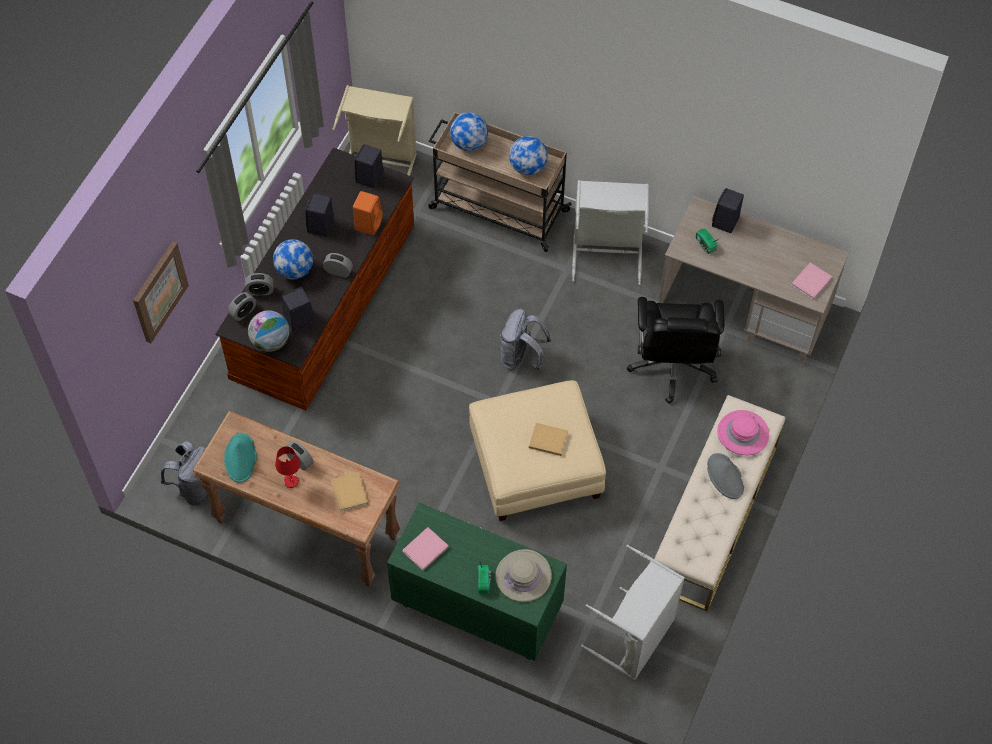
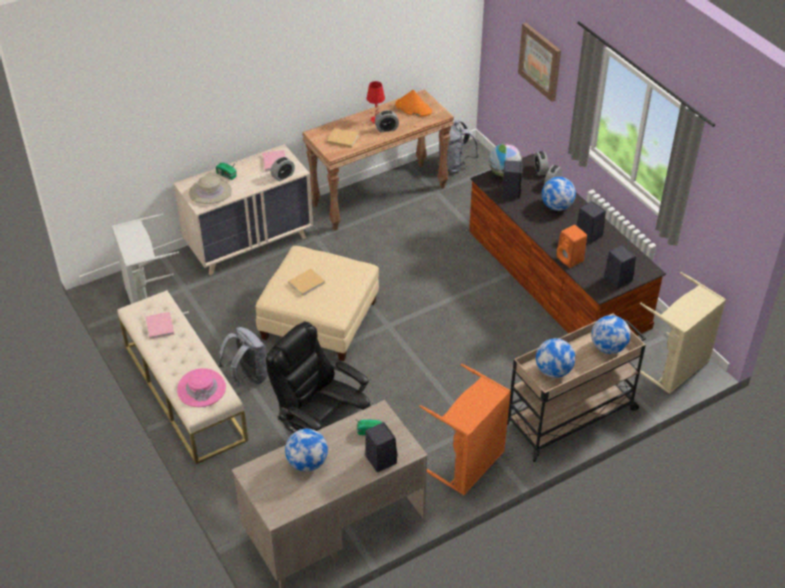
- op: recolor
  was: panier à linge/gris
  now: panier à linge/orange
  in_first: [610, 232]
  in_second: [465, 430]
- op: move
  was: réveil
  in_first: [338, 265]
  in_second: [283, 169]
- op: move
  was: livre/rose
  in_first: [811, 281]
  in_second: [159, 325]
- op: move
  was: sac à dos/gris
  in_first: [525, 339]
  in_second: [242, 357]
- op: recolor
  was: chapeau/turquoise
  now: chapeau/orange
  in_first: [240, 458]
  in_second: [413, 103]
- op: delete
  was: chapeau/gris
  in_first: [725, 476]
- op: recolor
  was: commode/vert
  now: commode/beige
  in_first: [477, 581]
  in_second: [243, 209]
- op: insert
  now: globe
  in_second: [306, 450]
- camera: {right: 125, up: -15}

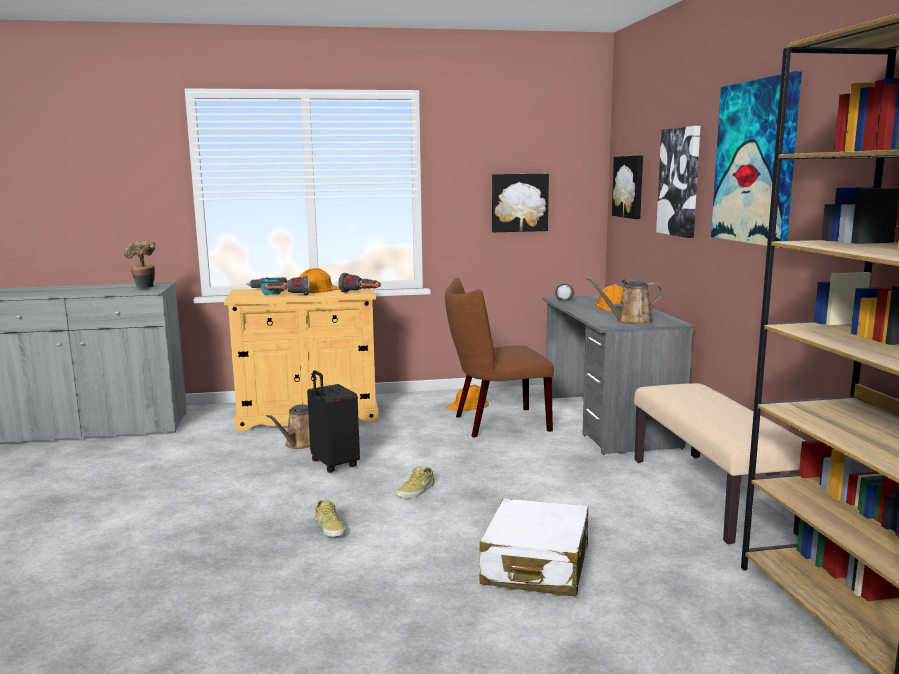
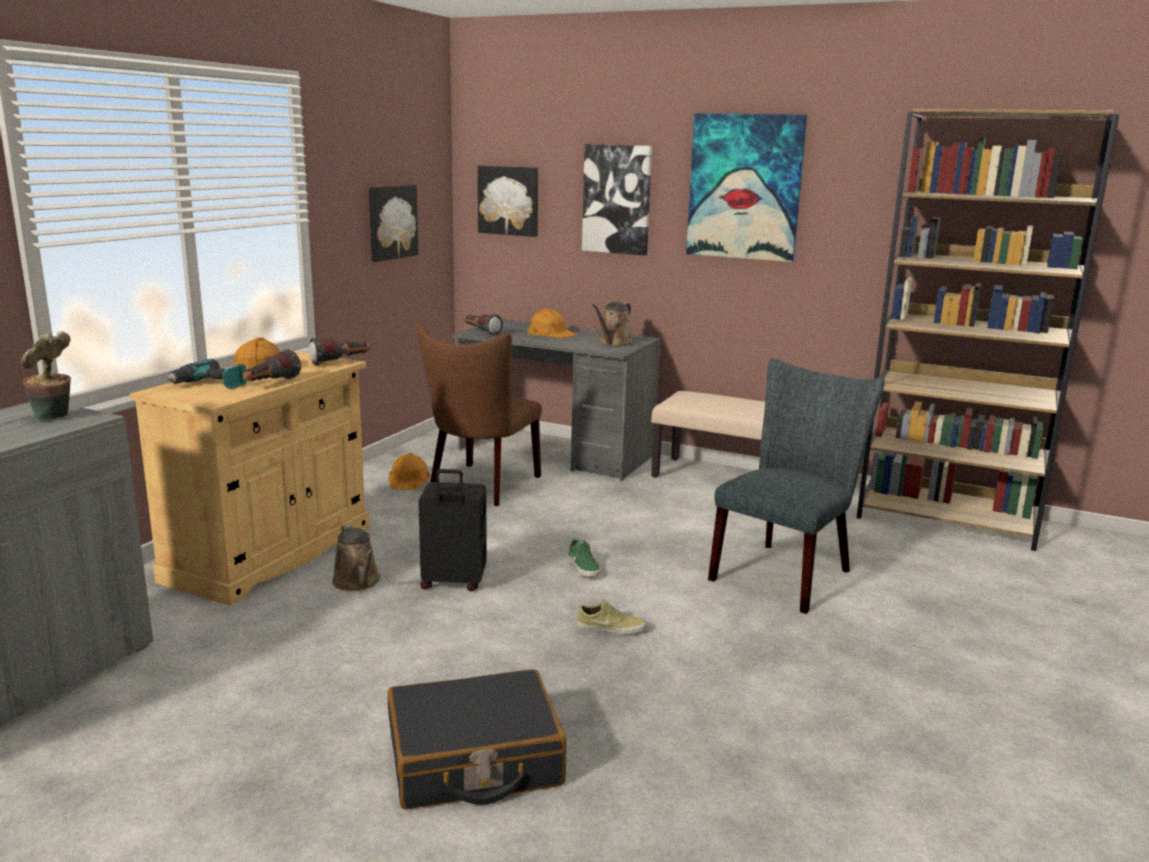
- op: recolor
  was: chaussure/beige
  now: chaussure/vert
  in_first: [415, 482]
  in_second: [584, 558]
- op: replace
  was: valise/blanc
  now: chaise/gris
  in_first: [533, 547]
  in_second: [796, 486]
- op: insert
  now: valise/noir
  in_second: [476, 739]
- camera: {right: -55, up: 5}

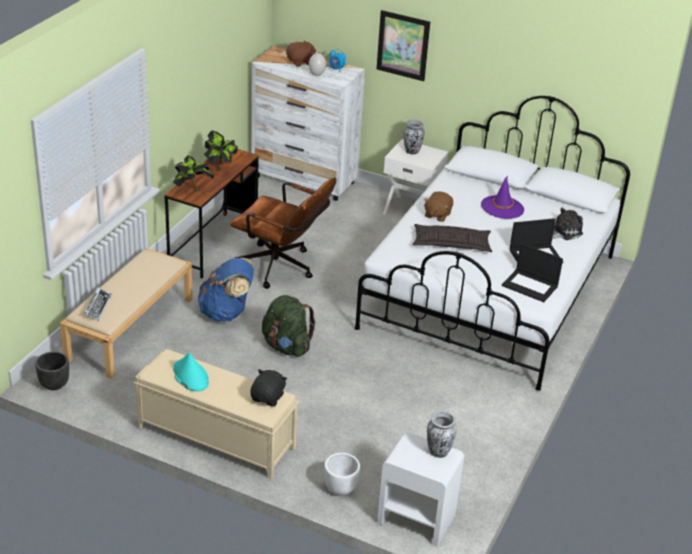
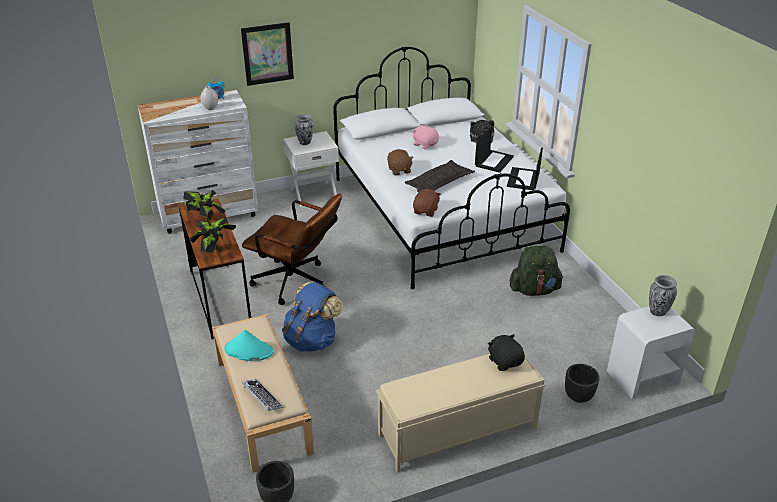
- op: move
  was: peluche/marron
  in_first: [301, 53]
  in_second: [427, 203]
- op: replace
  was: chapeau/violet
  now: peluche/rose
  in_first: [502, 197]
  in_second: [426, 137]
- op: rotate
  was: chaise de bureau/marron
  in_first: [283, 233]
  in_second: [292, 249]
  clockwise: 45
- op: rotate
  was: ordinateur portable
  in_first: [532, 272]
  in_second: [525, 168]
  clockwise: 120
- op: move
  was: sac à dos/vert
  in_first: [289, 326]
  in_second: [536, 271]
- op: move
  was: chapeau/turquoise
  in_first: [191, 372]
  in_second: [248, 345]
- op: recolor
  was: cache-pot/blanc
  now: cache-pot/noir
  in_first: [342, 474]
  in_second: [582, 383]
- camera: {right: -45, up: 0}

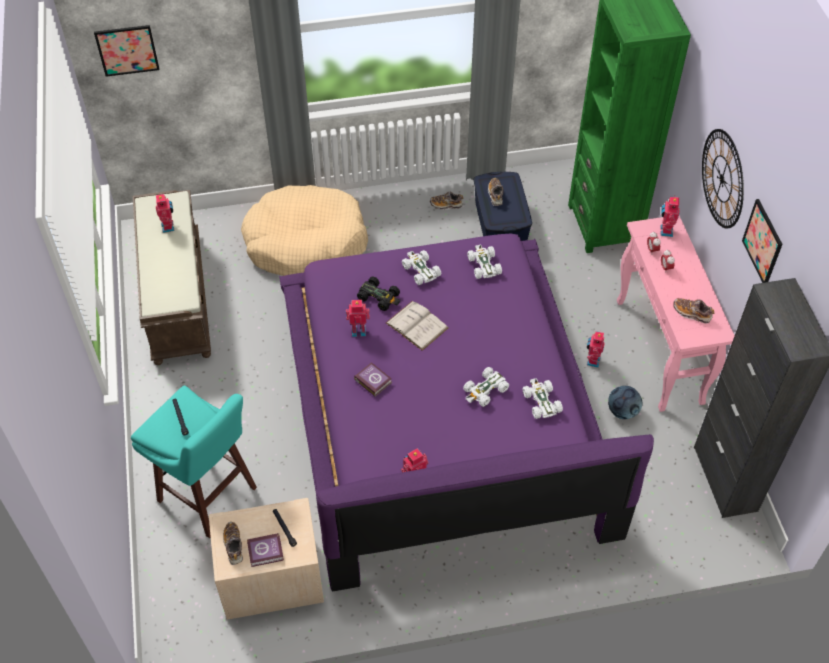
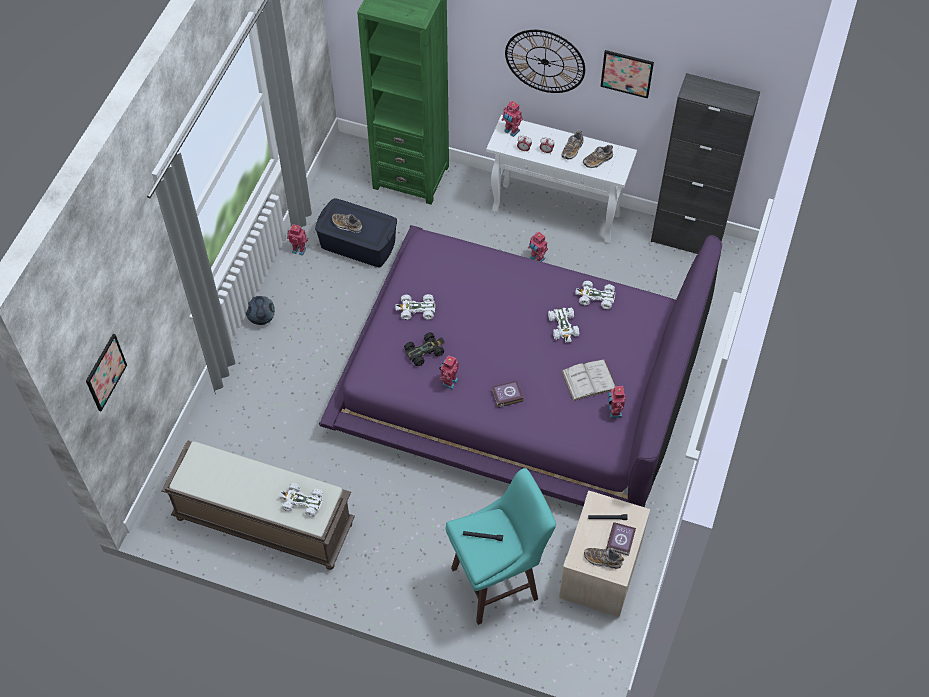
- op: delete
  was: panier pour chien/beige
  in_first: [304, 230]
- op: move
  was: chaussure
  in_first: [447, 200]
  in_second: [572, 145]
- op: move
  was: robot jouet
  in_first: [165, 213]
  in_second: [297, 240]
- op: recolor
  was: table console/rose
  now: table console/blanc
  in_first: [676, 313]
  in_second: [561, 179]
- op: move
  was: petite voiture/blanc
  in_first: [484, 262]
  in_second: [301, 500]
- op: move
  was: livre/blanc
  in_first: [417, 326]
  in_second: [588, 380]
- op: move
  was: ballon de foot
  in_first: [625, 402]
  in_second: [260, 310]
- camera: {right: -60, up: 5}

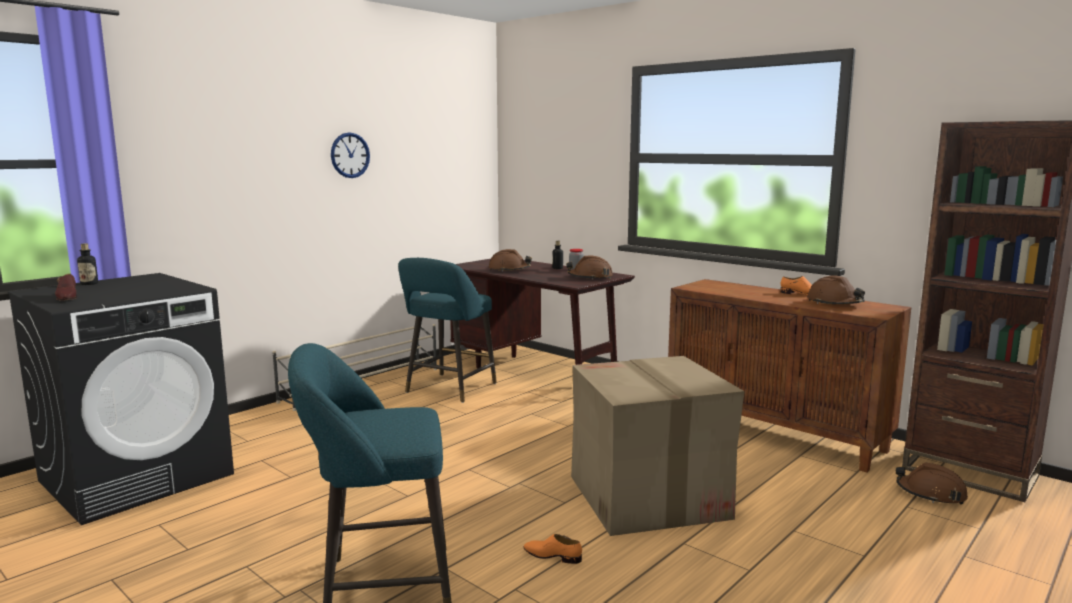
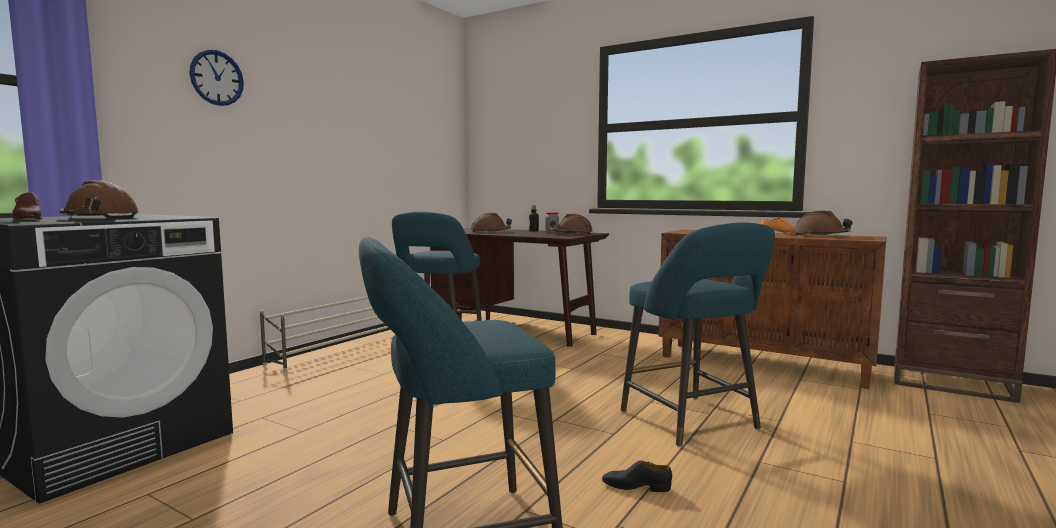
- op: move
  was: horloge murale
  in_first: [350, 155]
  in_second: [216, 78]
- op: delete
  was: bouteille
  in_first: [87, 264]
- op: replace
  was: carton
  now: tabouret/turquoise
  in_first: [657, 446]
  in_second: [698, 335]
- op: move
  was: casque de chantier/marron
  in_first: [932, 483]
  in_second: [99, 199]
- op: recolor
  was: chaussure/orange
  now: chaussure/noir
  in_first: [553, 549]
  in_second: [637, 476]
- camera: {right: -10, up: -5}

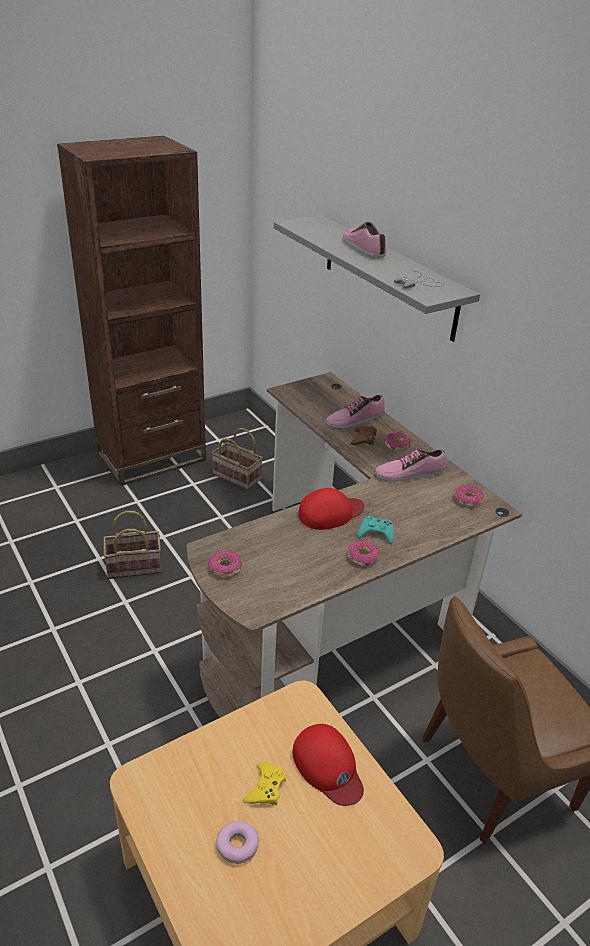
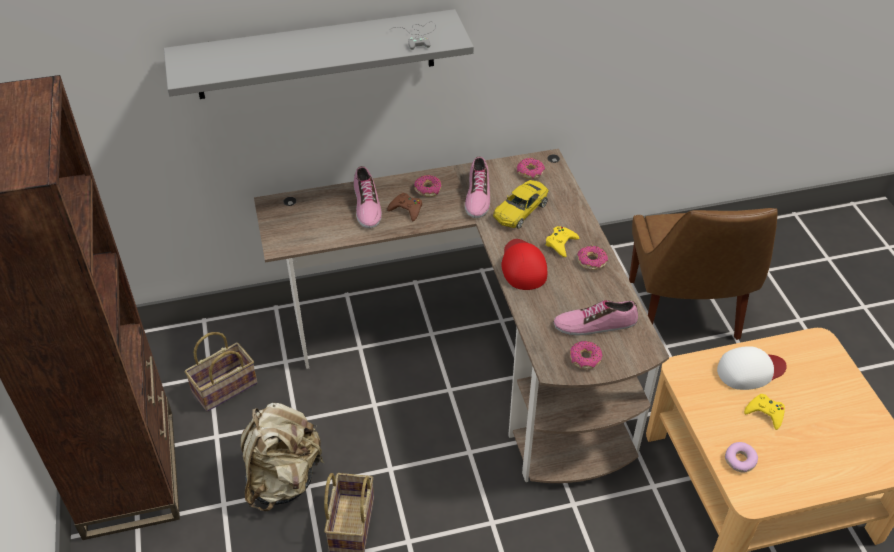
- op: move
  was: chaussure
  in_first: [365, 240]
  in_second: [595, 318]
- op: recolor
  was: manette/turquoise
  now: manette/jaune
  in_first: [375, 530]
  in_second: [562, 241]
- op: recolor
  was: casquette/rouge
  now: casquette/blanc
  in_first: [328, 765]
  in_second: [752, 368]
- op: move
  was: beignet
  in_first: [237, 842]
  in_second: [741, 457]
- op: insert
  now: petite voiture/jaune
  in_second: [521, 204]
- op: insert
  now: sac à dos/beige
  in_second: [283, 457]
- camera: {right: -70, up: 10}

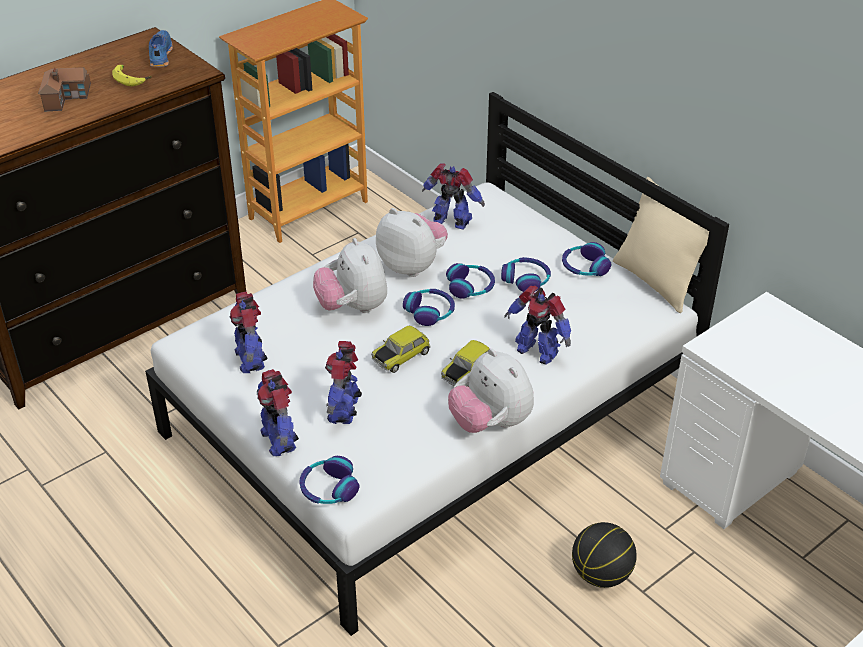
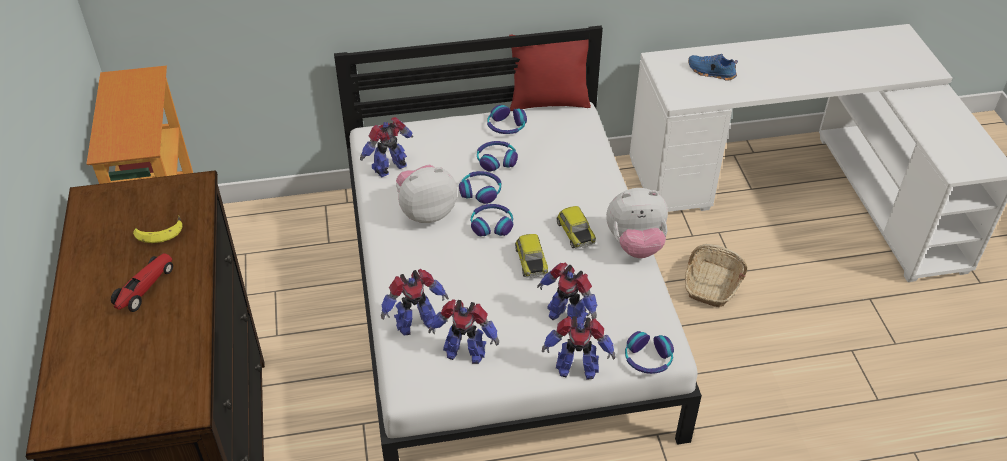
- op: move
  was: chaussure/bleu
  in_first: [161, 48]
  in_second: [713, 67]
- op: replace
  was: maison miniature
  now: petite voiture
  in_first: [64, 89]
  in_second: [142, 282]
- op: recolor
  was: coussin/beige
  now: coussin/rouge
  in_first: [661, 245]
  in_second: [550, 73]
- op: delete
  was: peluche
  in_first: [350, 275]
- op: move
  was: robot jouet
  in_first: [537, 325]
  in_second: [415, 302]
- op: replace
  was: ballon de basket
  now: panier
  in_first: [604, 555]
  in_second: [716, 275]
- camera: {right: -60, up: 5}

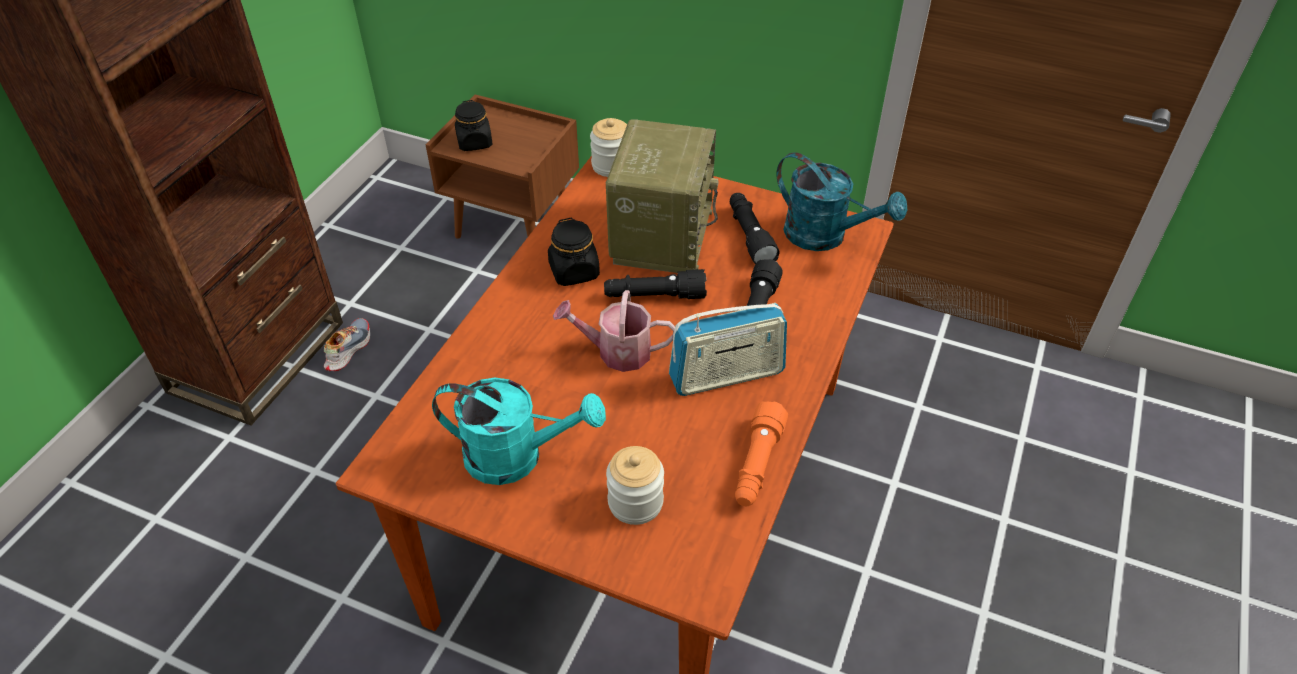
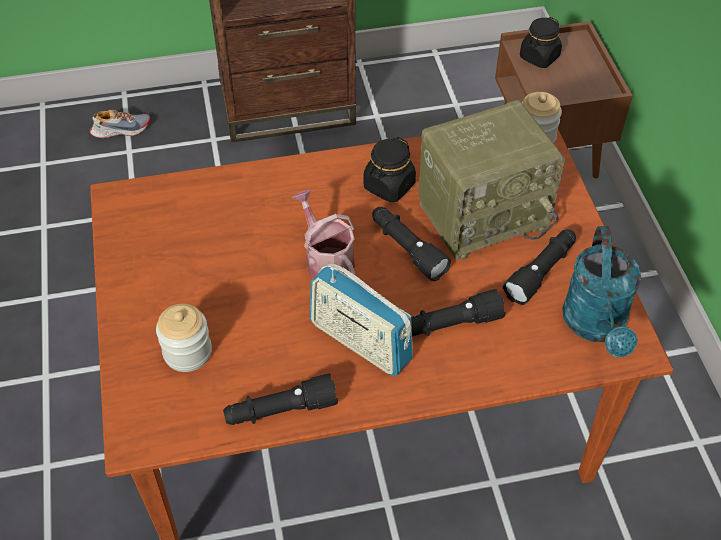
- op: move
  was: chaussure
  in_first: [347, 344]
  in_second: [120, 124]
- op: delete
  was: arrosoir/turquoise
  in_first: [519, 431]
- op: recolor
  was: lampe de poche/orange
  now: lampe de poche/noir
  in_first: [761, 453]
  in_second: [280, 399]
- camera: {right: 55, up: 5}

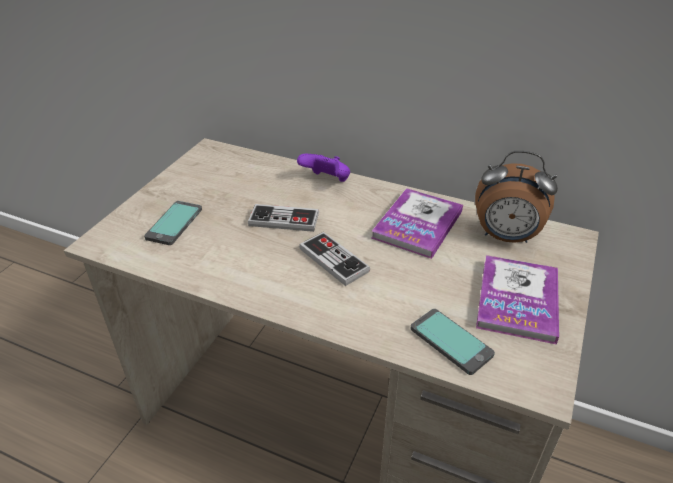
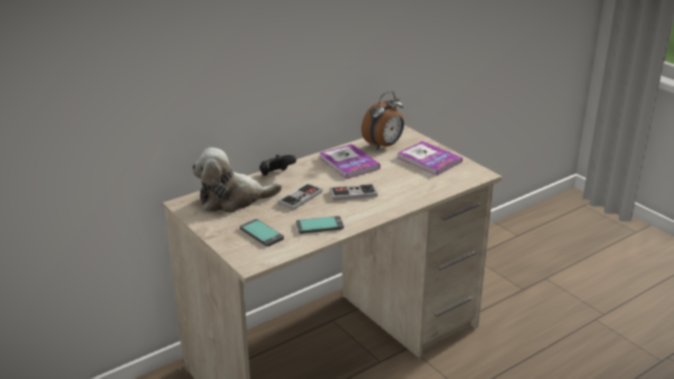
- op: recolor
  was: manette/violet
  now: manette/noir
  in_first: [323, 168]
  in_second: [278, 165]
- op: move
  was: téléphone
  in_first: [453, 342]
  in_second: [320, 225]
- op: insert
  now: peluche
  in_second: [237, 180]
- camera: {right: -60, up: -10}

